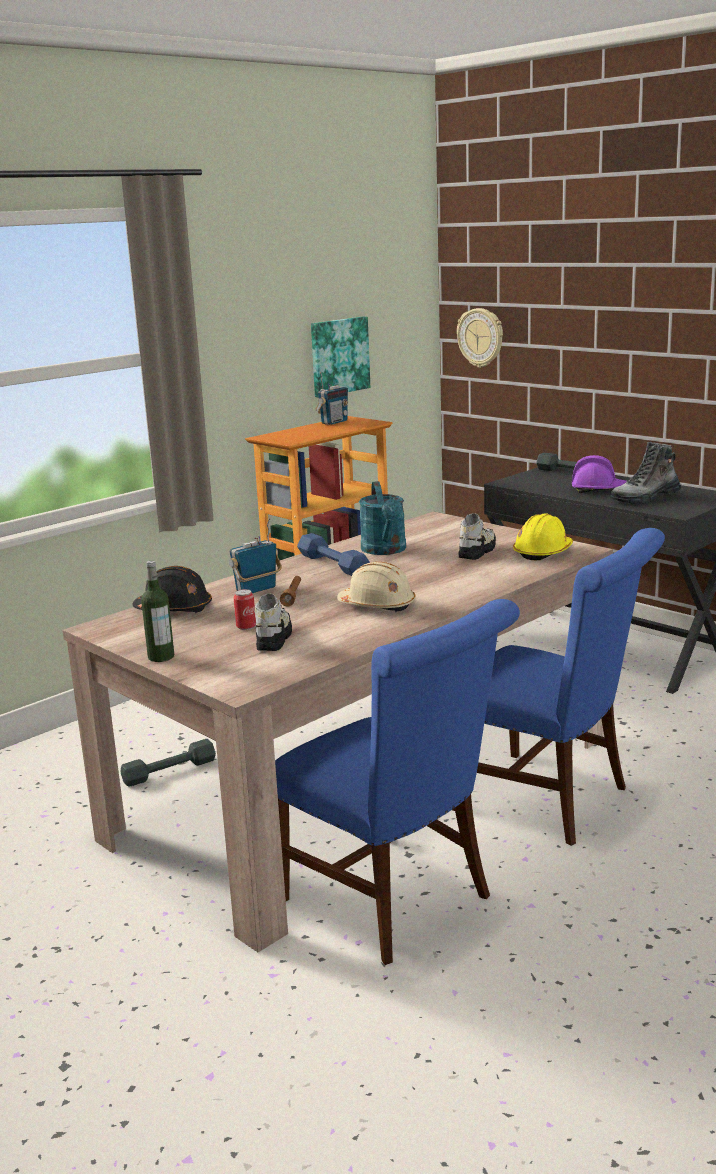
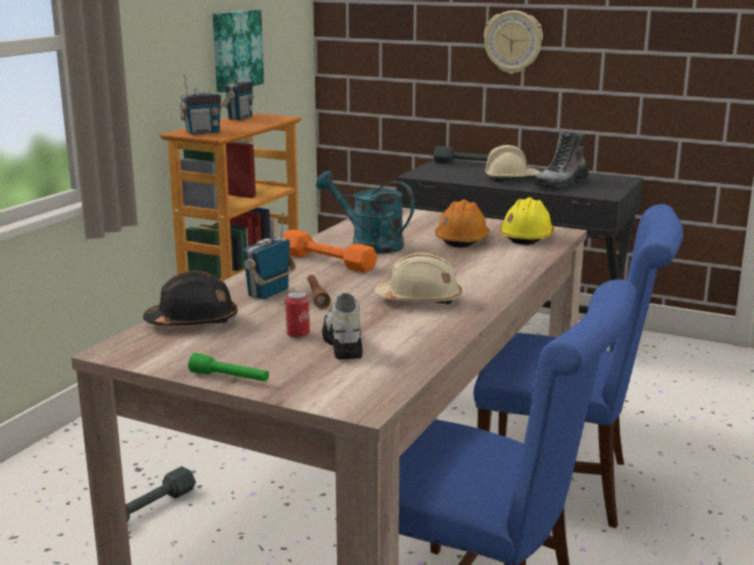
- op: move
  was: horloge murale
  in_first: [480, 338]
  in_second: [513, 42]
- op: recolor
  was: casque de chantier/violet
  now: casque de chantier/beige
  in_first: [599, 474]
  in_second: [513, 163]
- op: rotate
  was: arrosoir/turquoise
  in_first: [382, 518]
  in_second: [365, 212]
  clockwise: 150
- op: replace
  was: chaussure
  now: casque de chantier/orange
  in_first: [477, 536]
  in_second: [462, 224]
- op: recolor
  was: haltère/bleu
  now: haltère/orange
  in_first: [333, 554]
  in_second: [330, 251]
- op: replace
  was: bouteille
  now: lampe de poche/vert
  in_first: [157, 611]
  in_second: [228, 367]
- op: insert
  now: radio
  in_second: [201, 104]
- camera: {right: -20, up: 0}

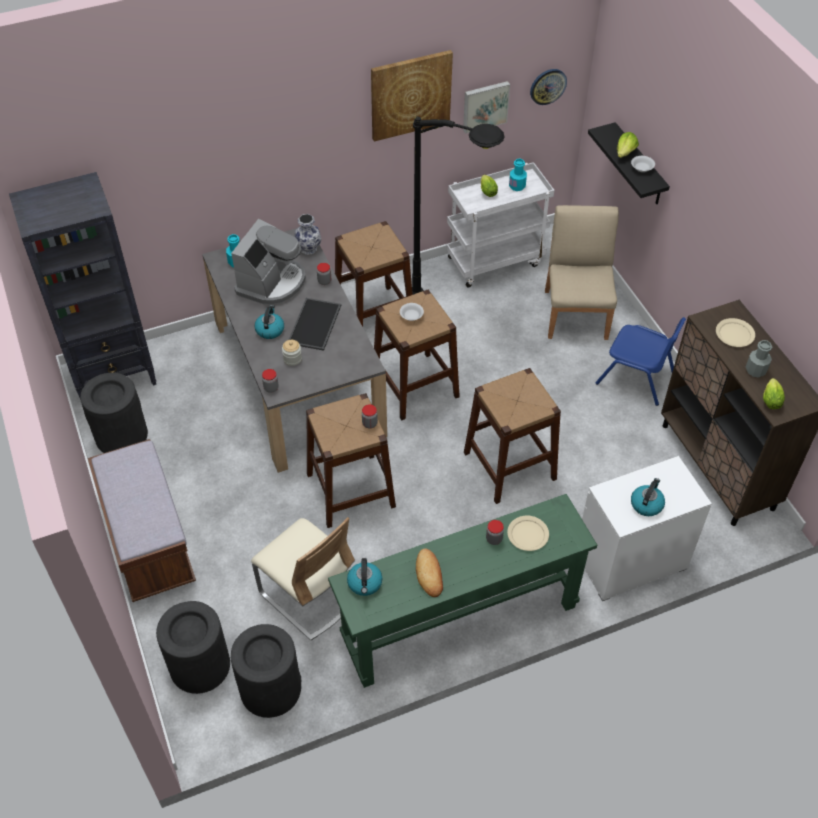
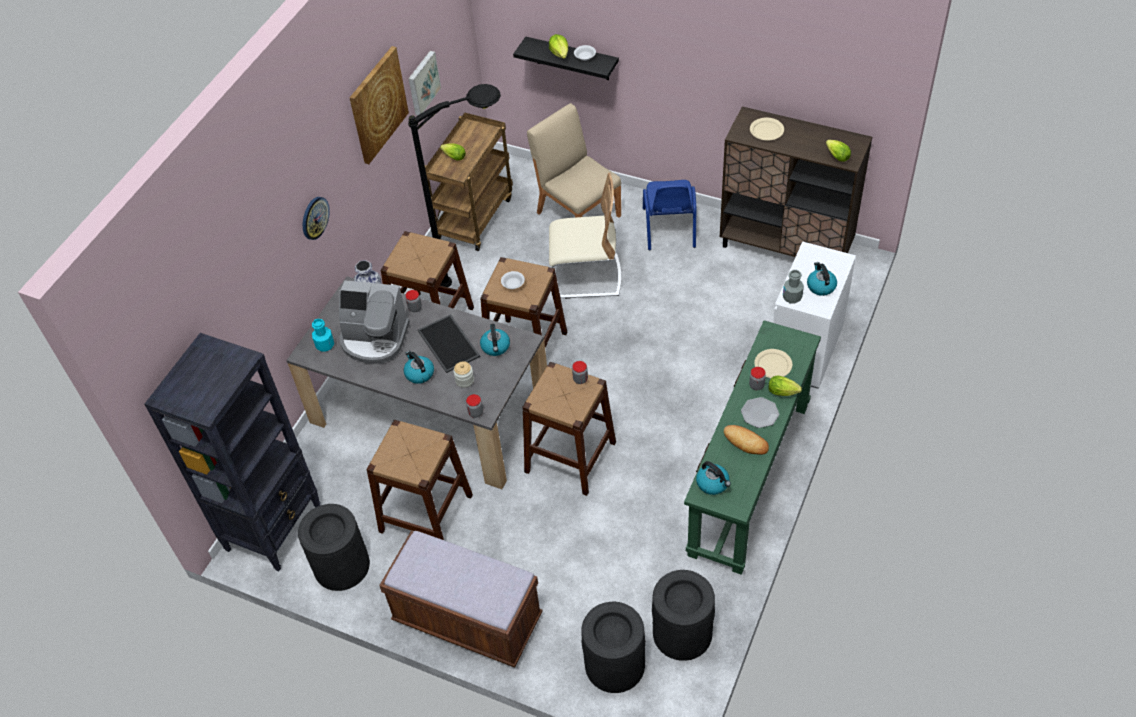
- op: move
  was: horloge murale
  in_first: [548, 87]
  in_second: [316, 218]
- op: delete
  was: bouteille/turquoise
  in_first: [518, 174]
- op: recolor
  was: chariot/blanc
  now: chariot/marron
  in_first: [500, 224]
  in_second: [469, 182]
- op: rotate
  was: machine à café
  in_first: [268, 262]
  in_second: [374, 322]
  clockwise: 120
- op: rotate
  was: chaise/bleu
  in_first: [640, 361]
  in_second: [669, 215]
  clockwise: 105
- op: move
  was: bouteille/gris
  in_first: [759, 359]
  in_second: [793, 287]
- op: move
  was: tabouret/marron
  in_first: [512, 436]
  in_second: [419, 480]
- op: move
  was: chaise/beige
  in_first: [303, 578]
  in_second: [585, 236]
- op: insert
  now: bouilloire
  in_second: [495, 340]
- op: insert
  now: laitue
  in_second: [785, 385]
- op: insert
  now: assiette
  in_second: [760, 412]
- camera: {right: -40, up: 0}

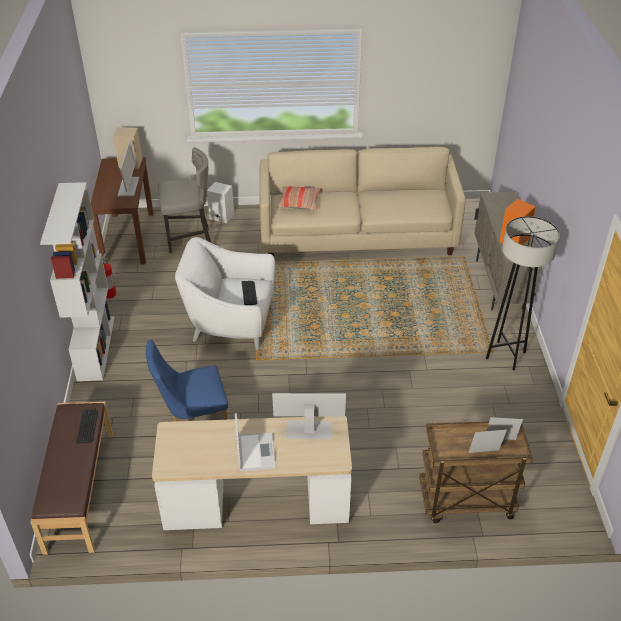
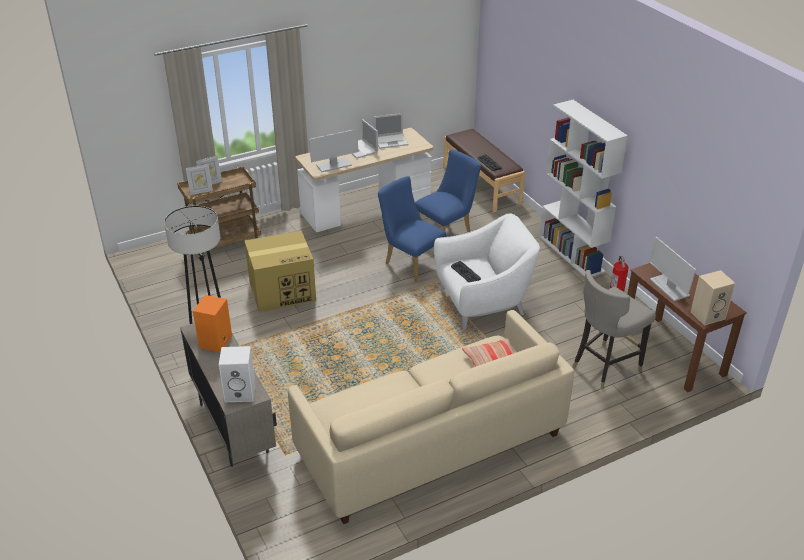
- op: move
  was: enceinte/blanc
  in_first: [220, 202]
  in_second: [237, 374]
- op: insert
  now: ordinateur portable
  in_second: [391, 131]
- op: insert
  now: chaise/bleu
  in_second: [412, 229]
- op: insert
  now: carton
  in_second: [280, 271]
- camera: {right: 155, up: -5}

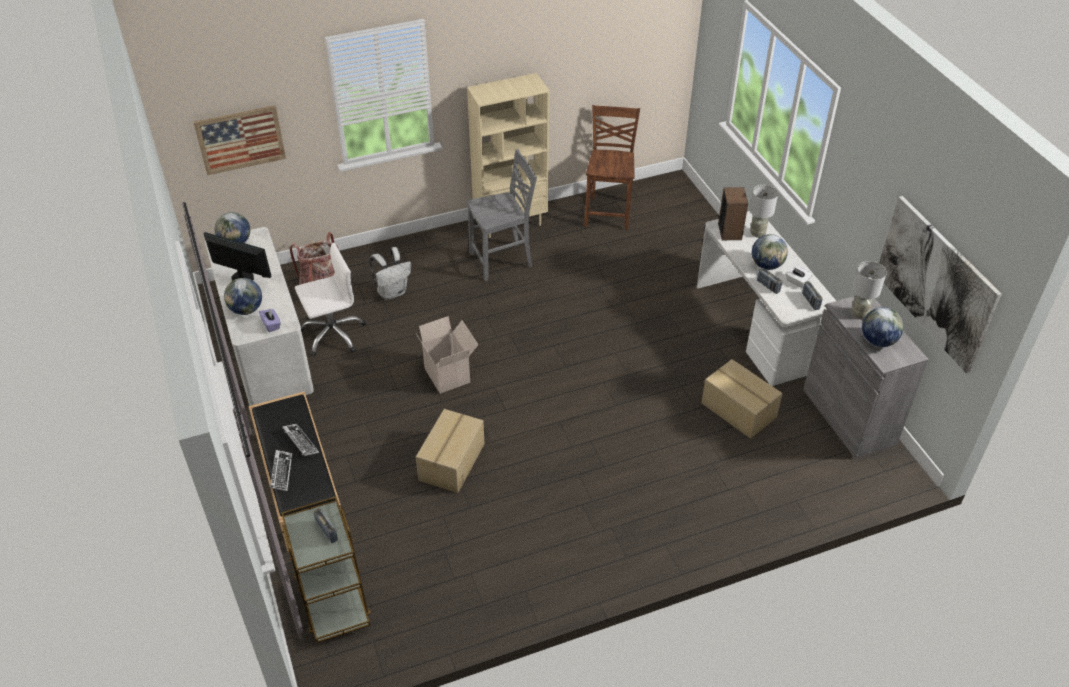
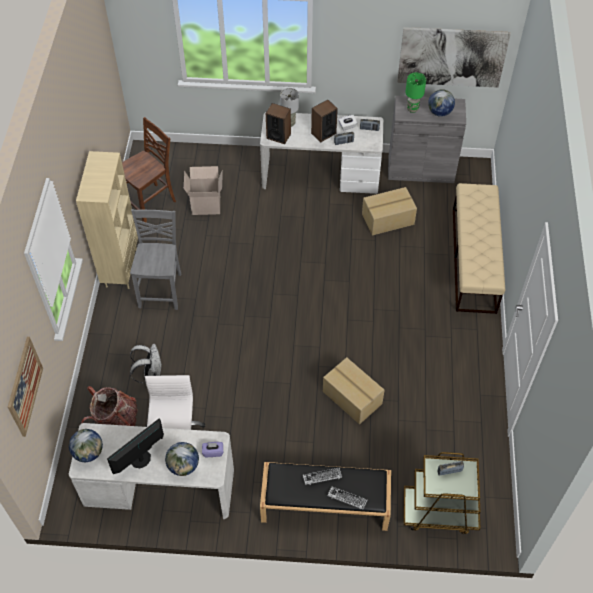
- op: rotate
  was: chaise/marron
  in_first: [612, 167]
  in_second: [149, 170]
  clockwise: 105
- op: replace
  was: globe
  now: enceinte
  in_first: [770, 252]
  in_second: [324, 121]
- op: recolor
  was: lampe de table/gris
  now: lampe de table/vert
  in_first: [869, 290]
  in_second: [415, 92]
- op: move
  was: carton
  in_first: [447, 355]
  in_second: [203, 190]
- op: insert
  now: banc/beige
  in_second: [479, 248]
- camera: {right: -65, up: 10}

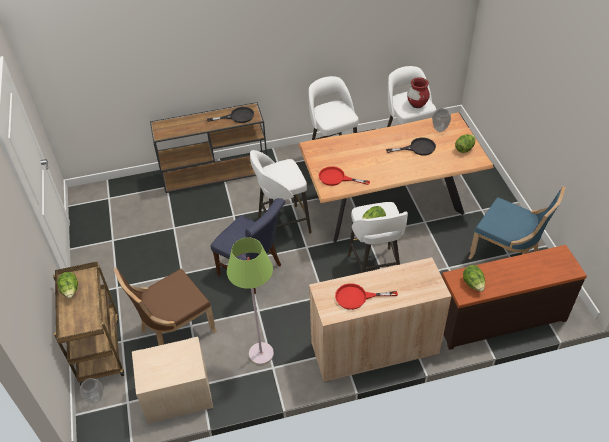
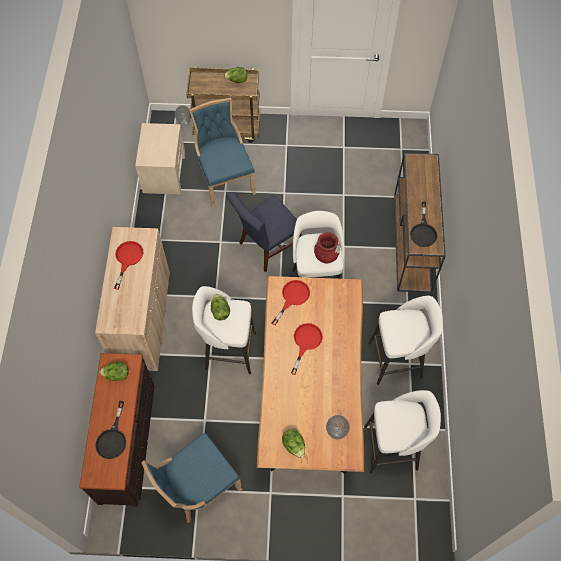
- op: move
  was: vase/rouge
  in_first: [418, 92]
  in_second: [327, 247]
- op: move
  was: poêle/noir
  in_first: [411, 147]
  in_second: [110, 430]
- op: delete
  was: lampadaire/vert
  in_first: [250, 301]
- op: recolor
  was: chaise/marron
  now: chaise/bleu
  in_first: [165, 306]
  in_second: [222, 153]
- op: insert
  now: poêle/rouge
  in_second: [307, 349]
- camera: {right: 105, up: 15}

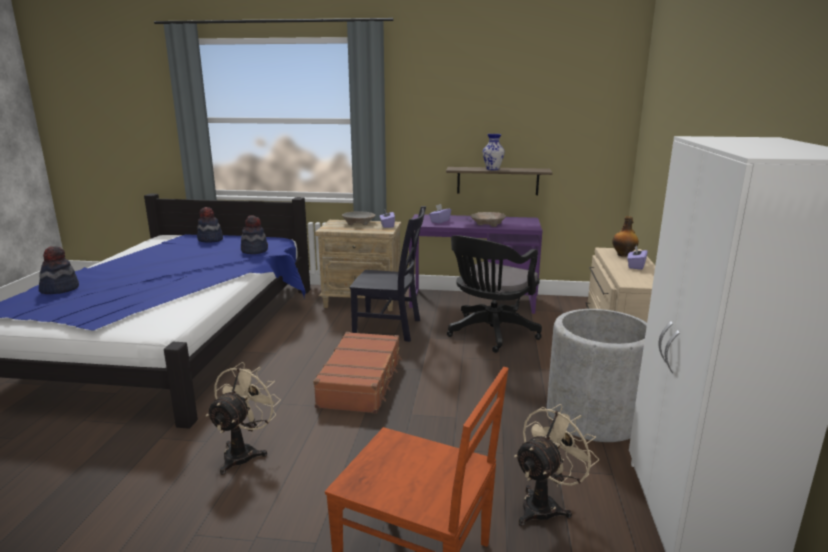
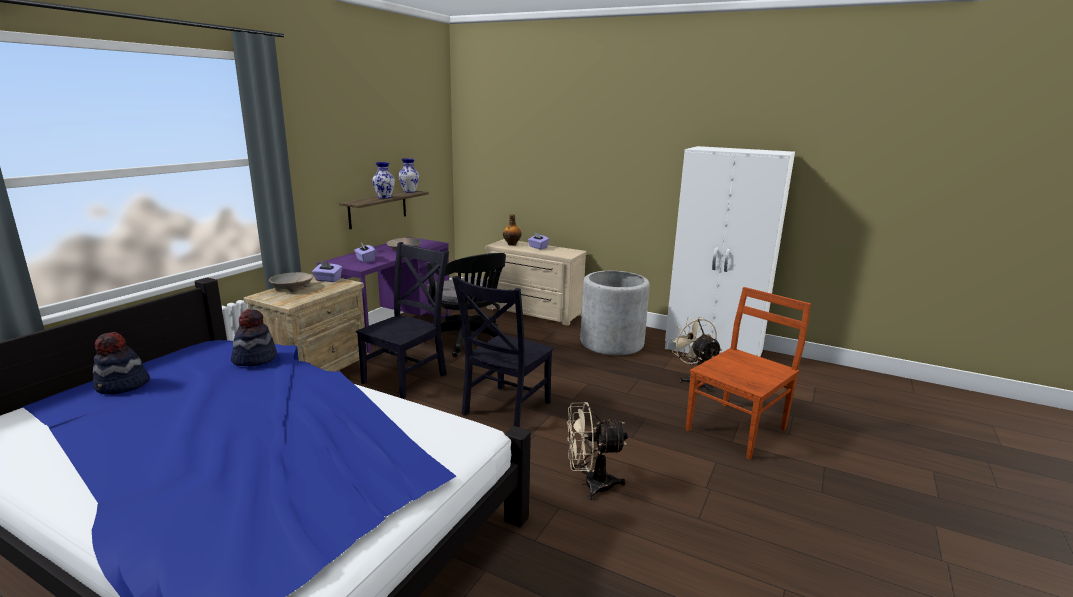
- op: delete
  was: chapeau
  in_first: [59, 270]
- op: replace
  was: valise/marron
  now: chaise/noir
  in_first: [357, 373]
  in_second: [503, 351]
- op: rotate
  was: ventilateur/beige
  in_first: [243, 418]
  in_second: [597, 451]
  clockwise: -45
- op: insert
  now: vase
  in_second: [408, 175]
- camera: {right: -70, up: 0}

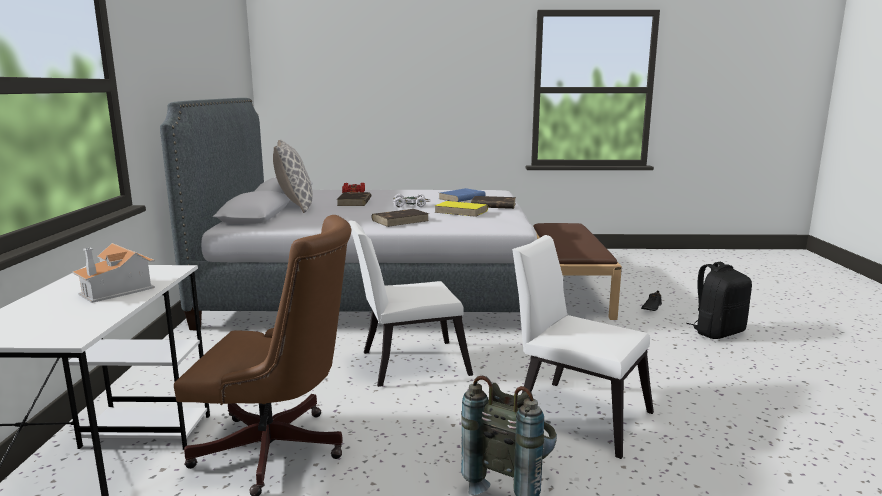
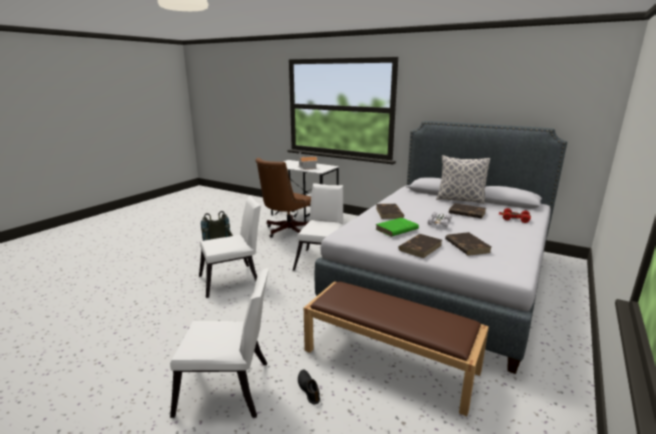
- op: recolor
  was: livre/bleu
  now: livre/marron
  in_first: [462, 195]
  in_second: [468, 244]
- op: recolor
  was: livre/jaune
  now: livre/vert
  in_first: [461, 209]
  in_second: [397, 227]
- op: replace
  was: sac à dos/noir
  now: chaise/blanc
  in_first: [719, 300]
  in_second: [219, 343]
- camera: {right: 120, up: 5}

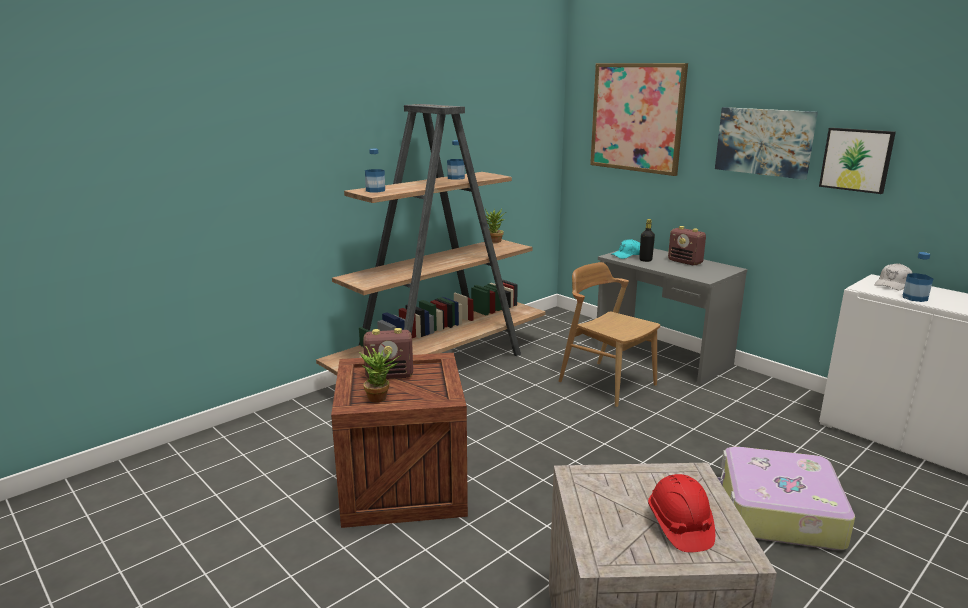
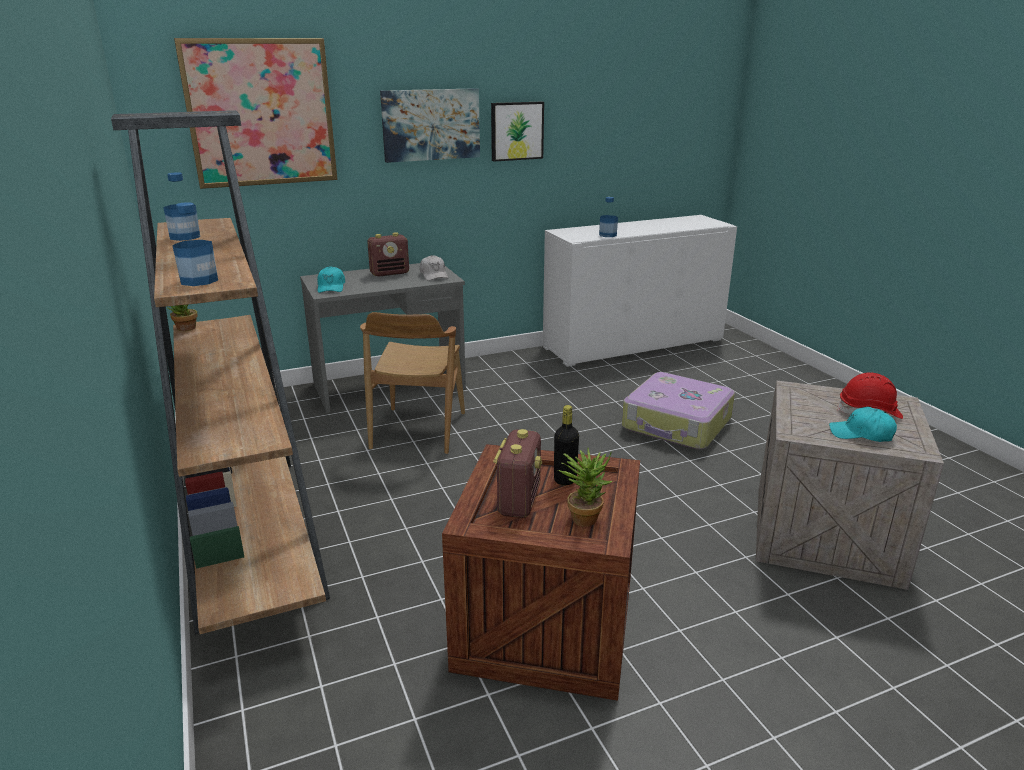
- op: move
  was: bouteille/noir
  in_first: [647, 240]
  in_second: [566, 445]
- op: rotate
  was: chaise/marron
  in_first: [609, 334]
  in_second: [412, 383]
  clockwise: -60
- op: move
  was: casquette/blanc
  in_first: [893, 276]
  in_second: [434, 268]
- op: insert
  now: casquette/turquoise
  in_second: [863, 424]
- camera: {right: -70, up: 5}

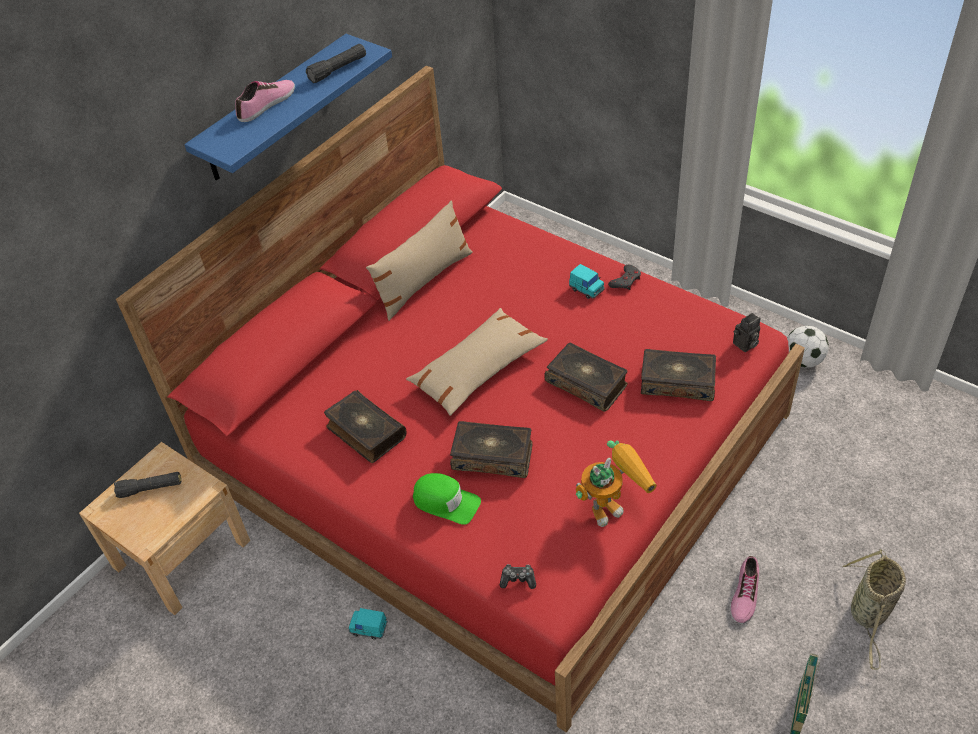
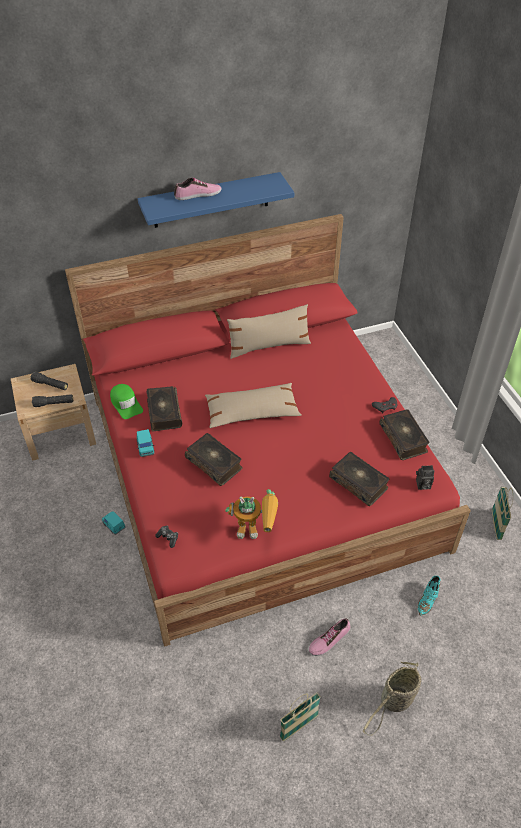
- op: move
  was: lampe de poche/noir
  in_first: [336, 63]
  in_second: [52, 400]
- op: move
  was: petite voiture/turquoise
  in_first: [587, 281]
  in_second: [146, 443]
- op: replace
  was: ballon de foot
  now: panier
  in_first: [808, 347]
  in_second: [502, 513]
- op: move
  was: livre
  in_first: [586, 377]
  in_second: [404, 434]
- op: move
  was: casquette/vert
  in_first: [447, 499]
  in_second: [126, 401]
- op: insert
  now: chaussure/turquoise
  in_second: [429, 596]
- camera: {right: 30, up: 0}

